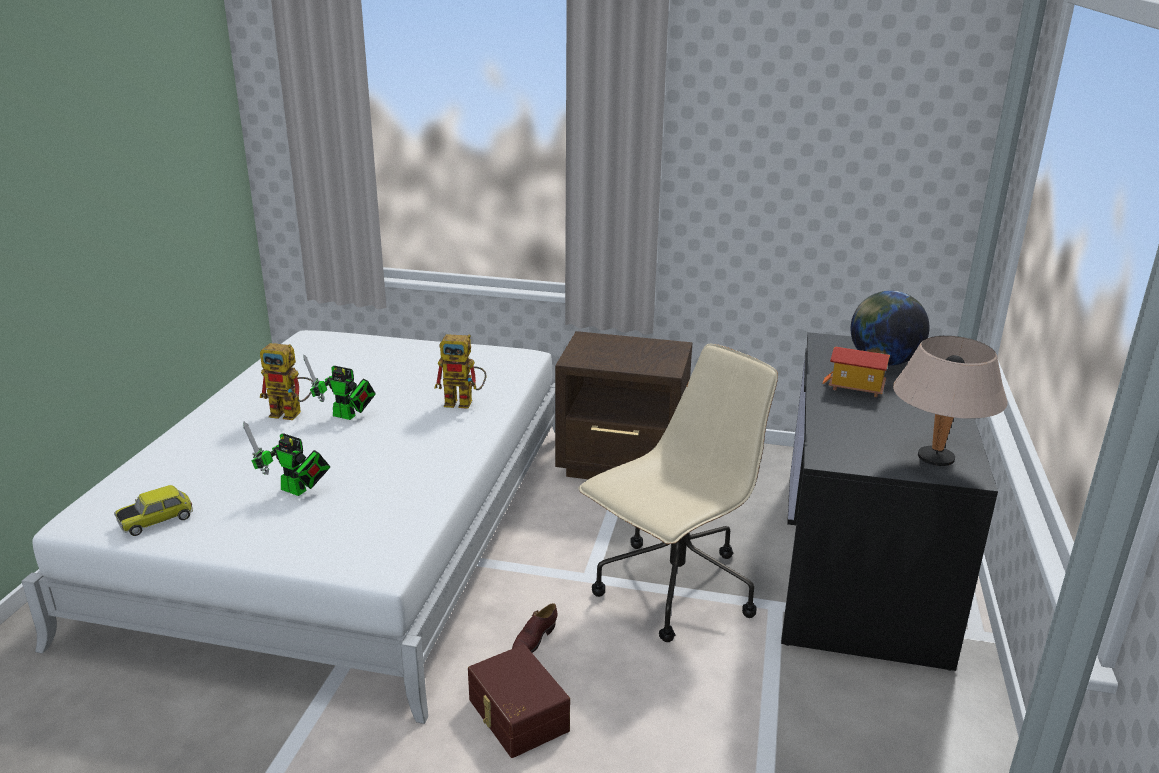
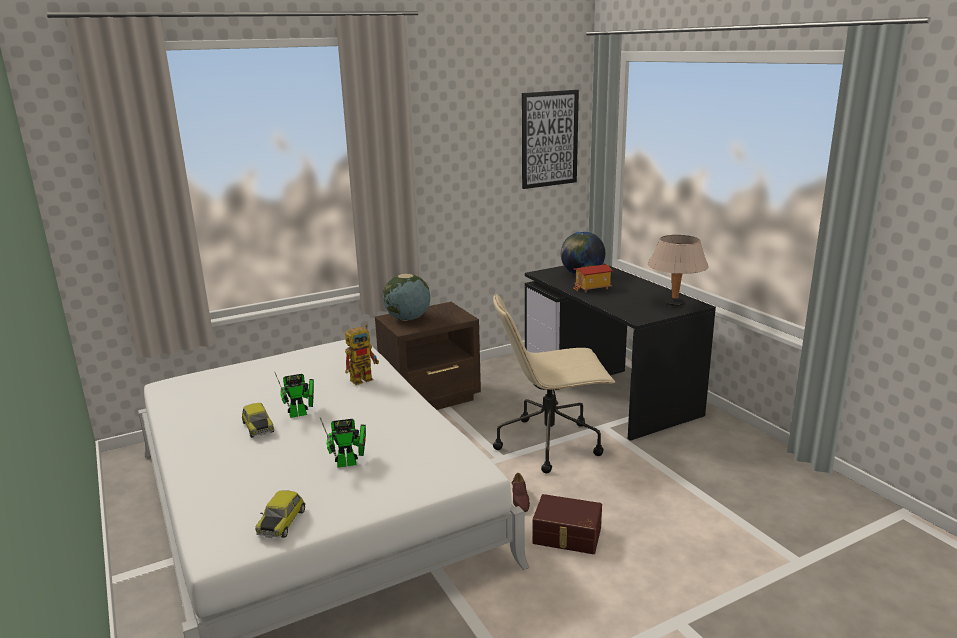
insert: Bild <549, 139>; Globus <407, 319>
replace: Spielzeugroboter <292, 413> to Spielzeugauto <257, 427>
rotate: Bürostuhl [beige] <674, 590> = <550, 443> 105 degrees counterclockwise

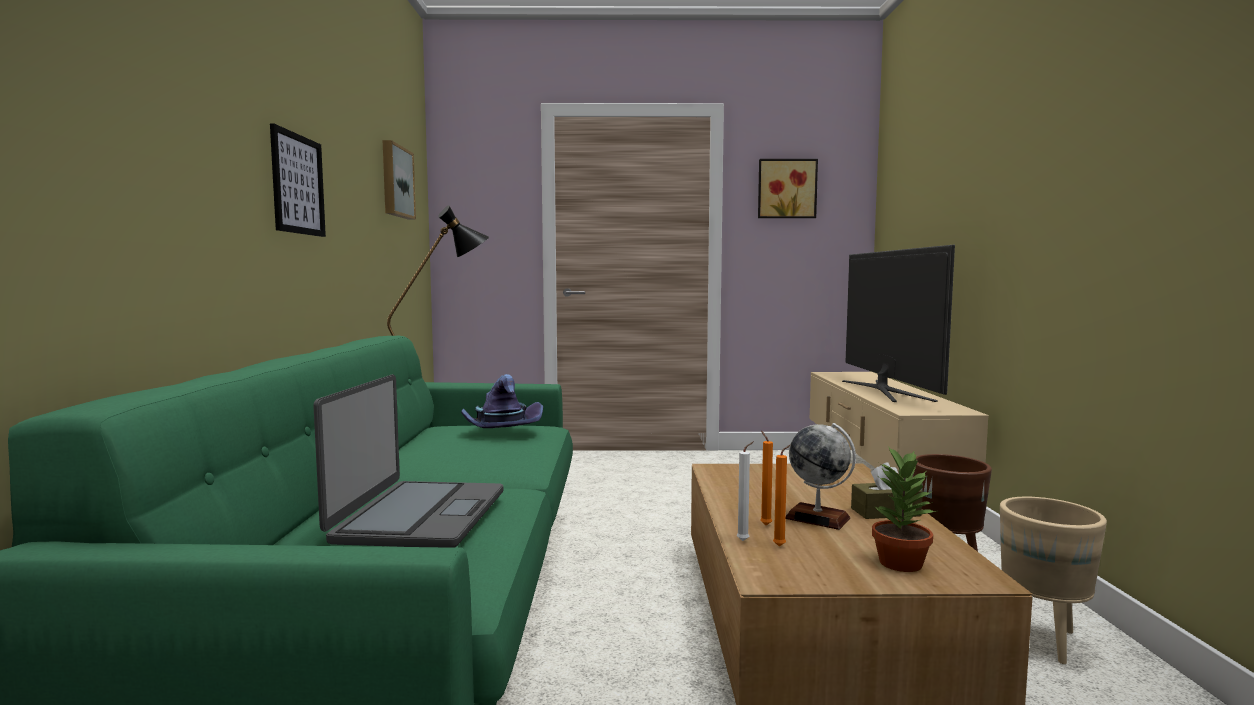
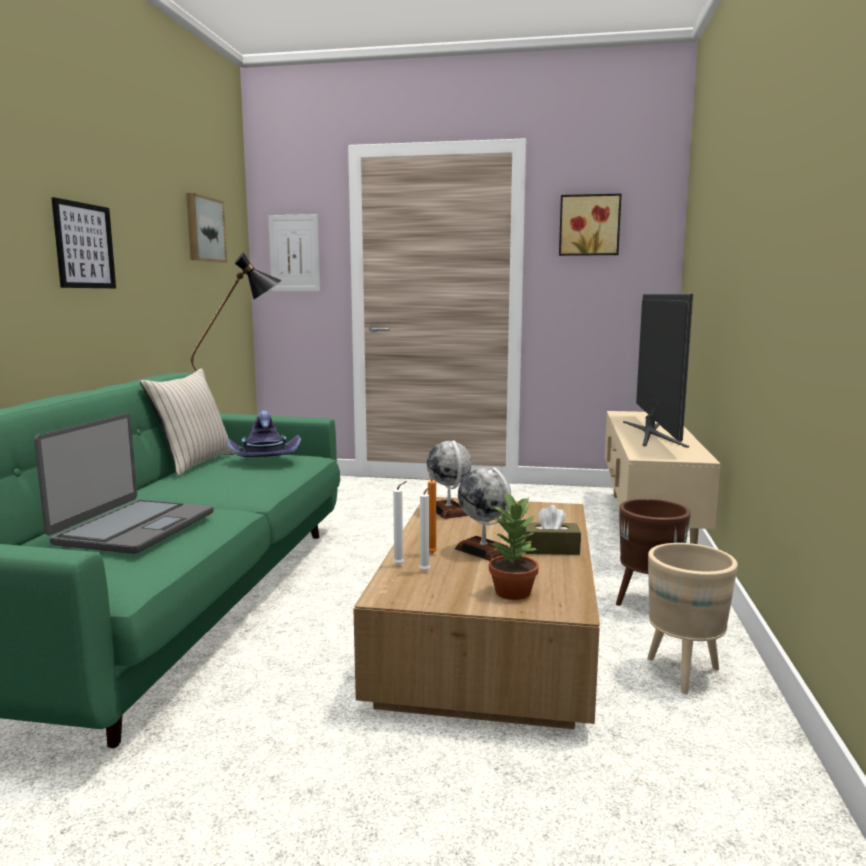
insert: Bild <294, 253>; Kissen [beige] <194, 464>; Globus <449, 511>
recolor: Kerze [orange] <781, 546> to Kerze [weiß] <426, 571>

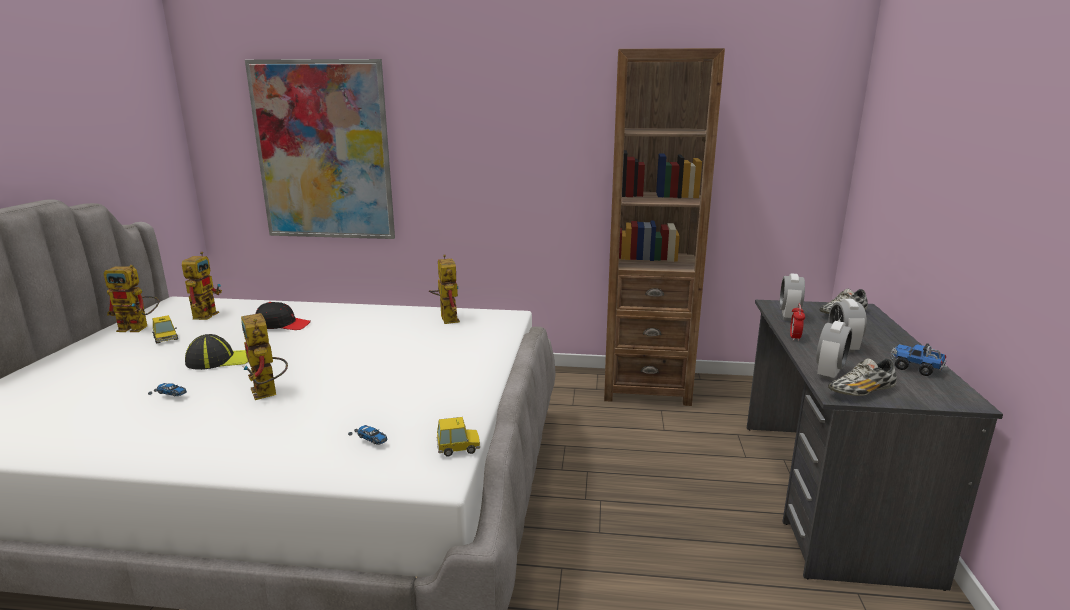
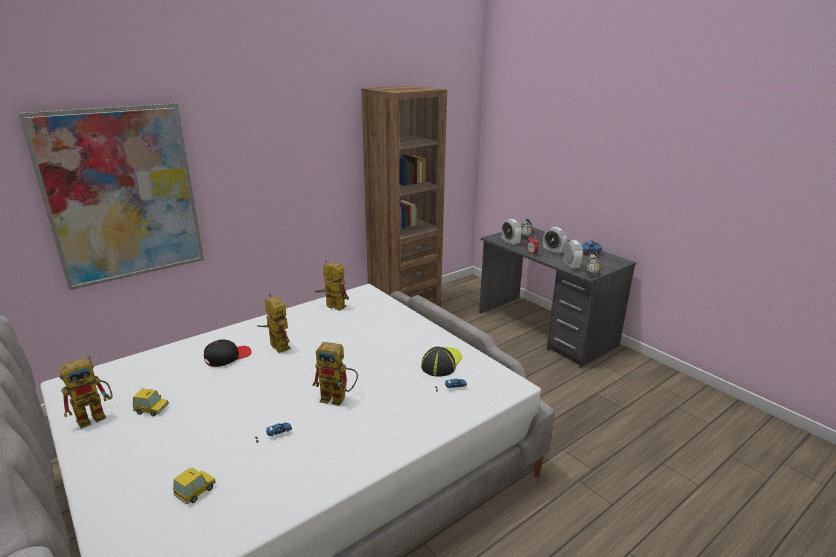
move: Spielzeugroboter <206, 313> to <276, 345>; Kappe <222, 360> to <441, 363>; Spielzeugauto <458, 447> to <196, 491>

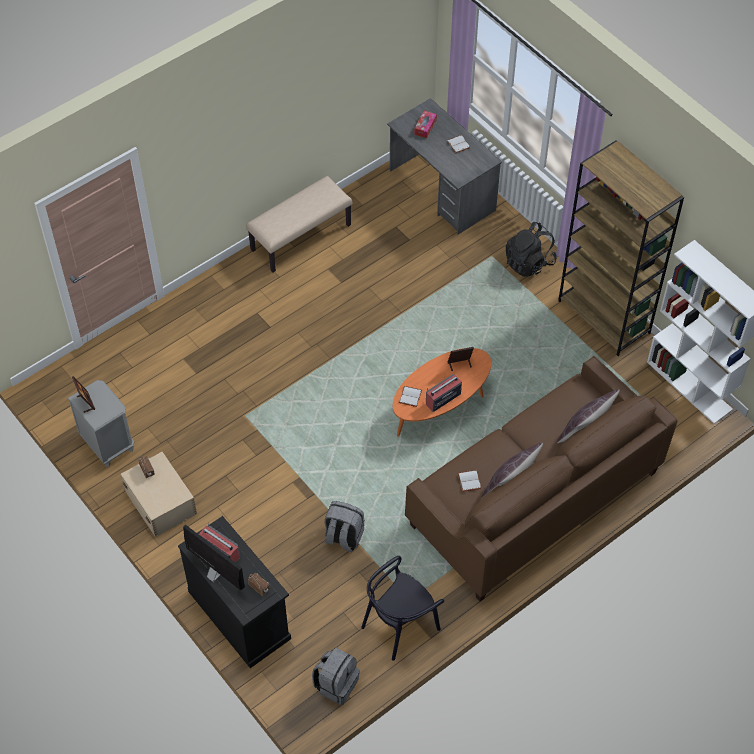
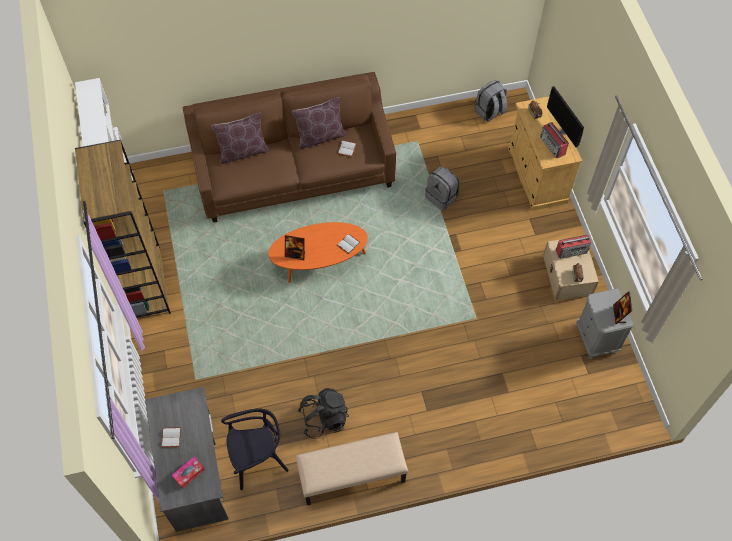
move: Rucksack [schwarz] <529, 262> to <324, 418>; Radio <442, 399> to <572, 251>; Stuhl [schwarz] <399, 625> to <258, 459>
recolor: Schrank [schwarz] <239, 614> to Schrank [beige] <537, 175>

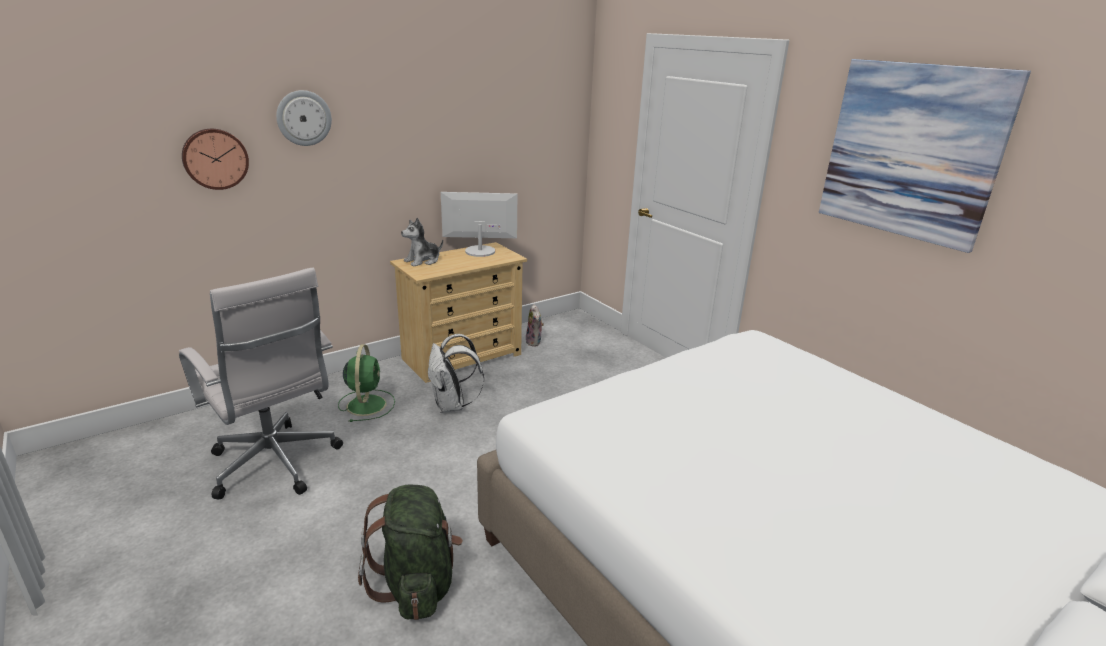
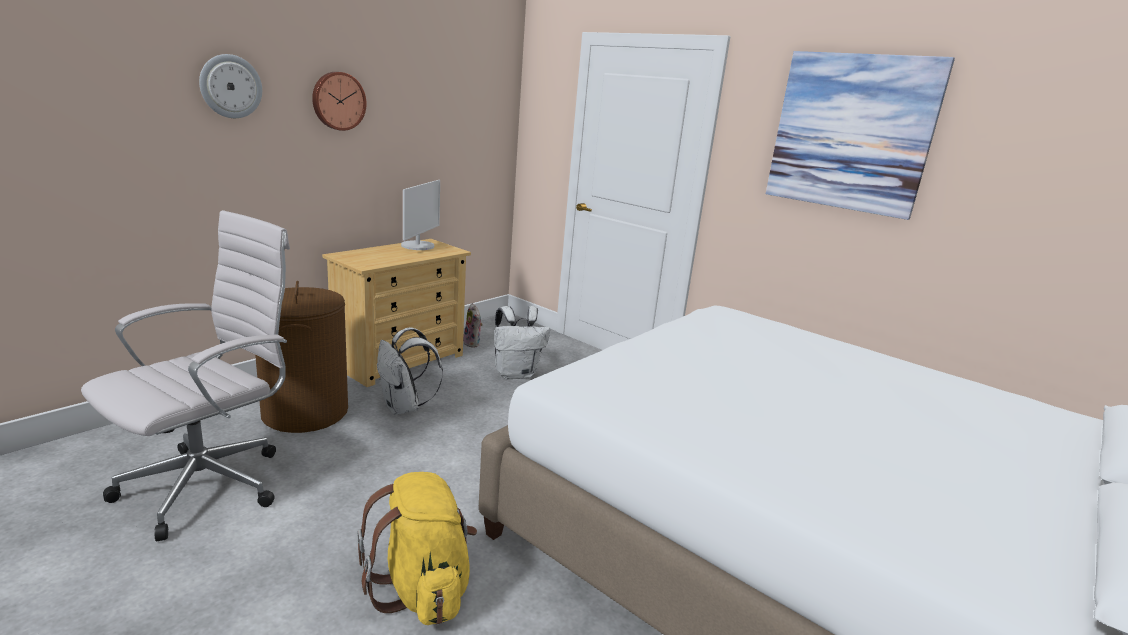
delete: Plüschtier <423, 261>
insert: Rucksack [weiß] <516, 374>
move: Wanduhr <215, 158> to <338, 101>
replace: Ventilator [grün] <366, 404> to Wäschekorb [braun] <305, 412>
recolor: Rucksack [grün] <417, 584> to Rucksack [gelb] <422, 589>
rotate: Monitor <480, 251> = <418, 246> 120 degrees clockwise; Bürostuhl [weiß] <277, 466> = <211, 484> 90 degrees counterclockwise

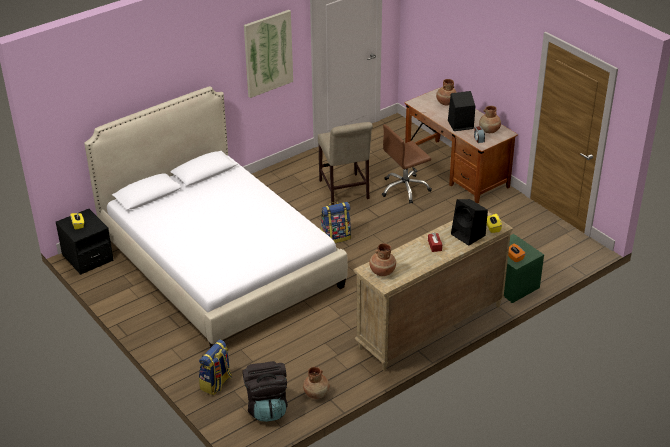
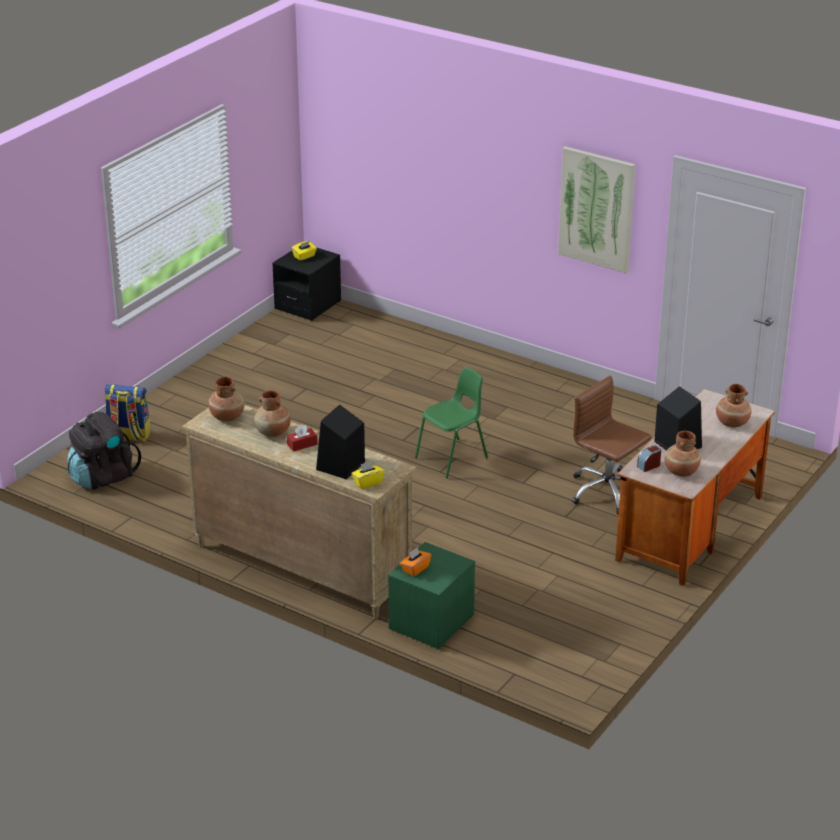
delete: Bett <220, 263>; Stuhl [beige] <344, 191>
move: Vase [braun] <316, 393> to <273, 432>
replace: Rucksack <335, 237> to Stuhl [grün] <453, 458>

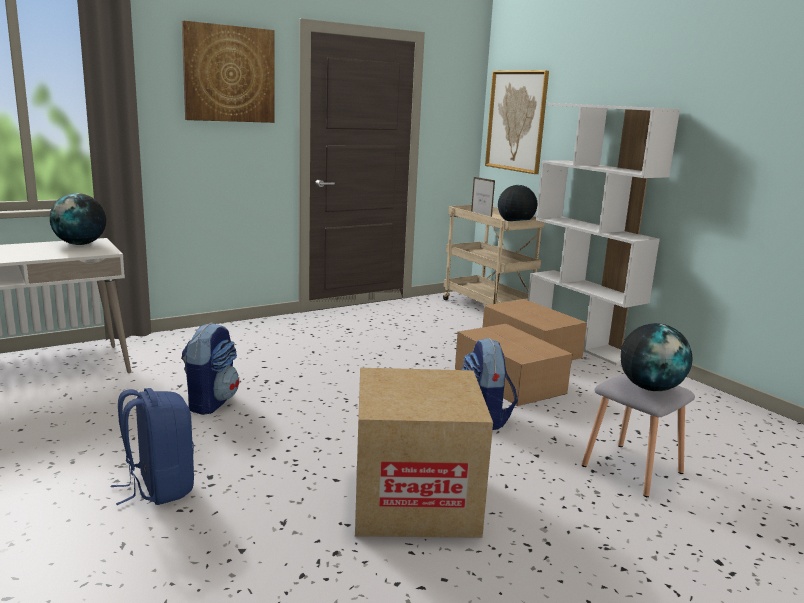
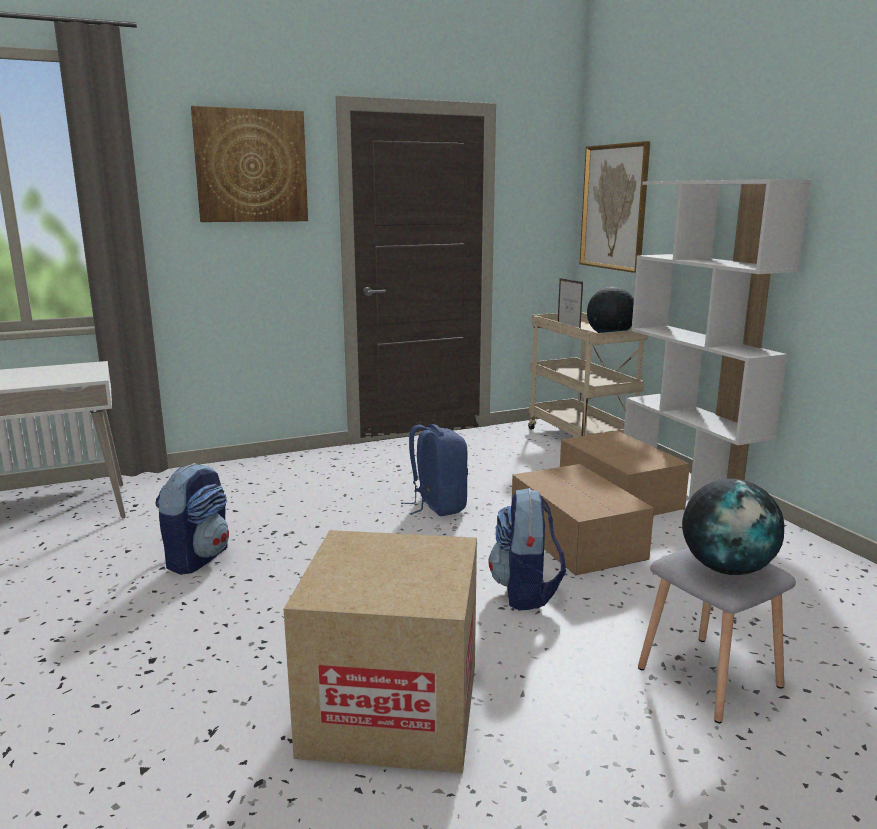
delete: Globus <80, 244>
move: Rucksack [blau] <159, 487> to <437, 506>

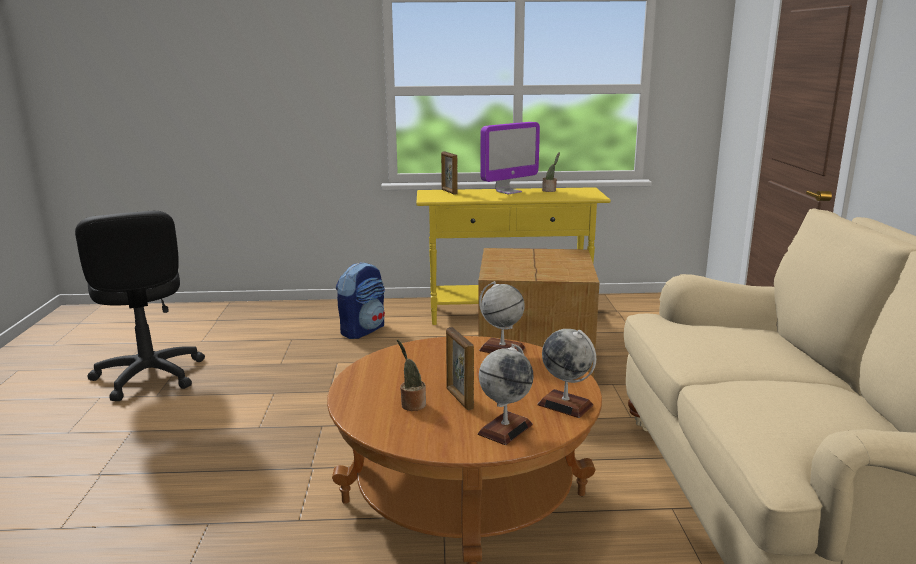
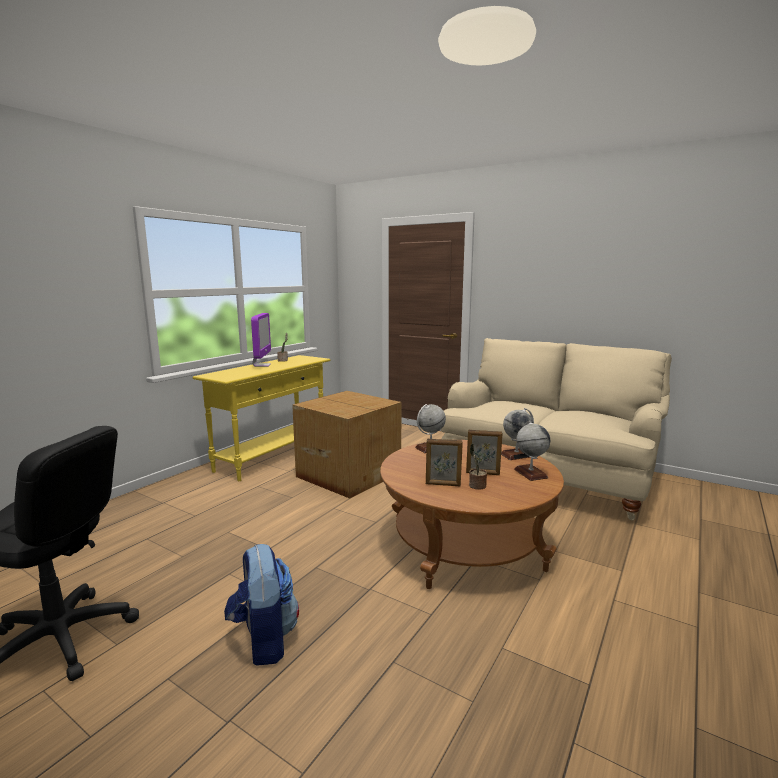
move: Bilderrahmen <449, 192> to <443, 484>; Rucksack <362, 330> to <264, 640>

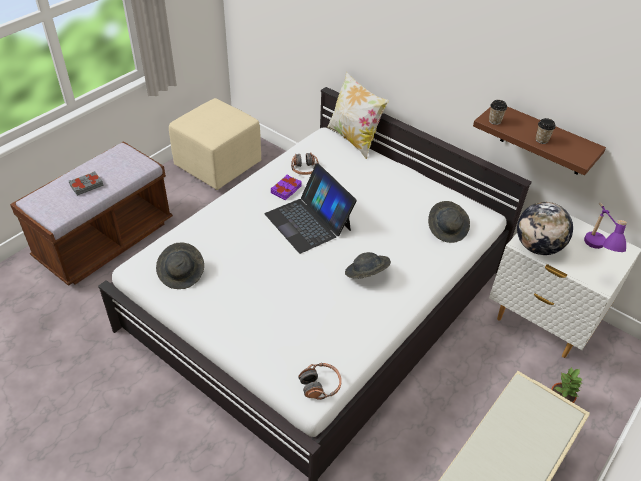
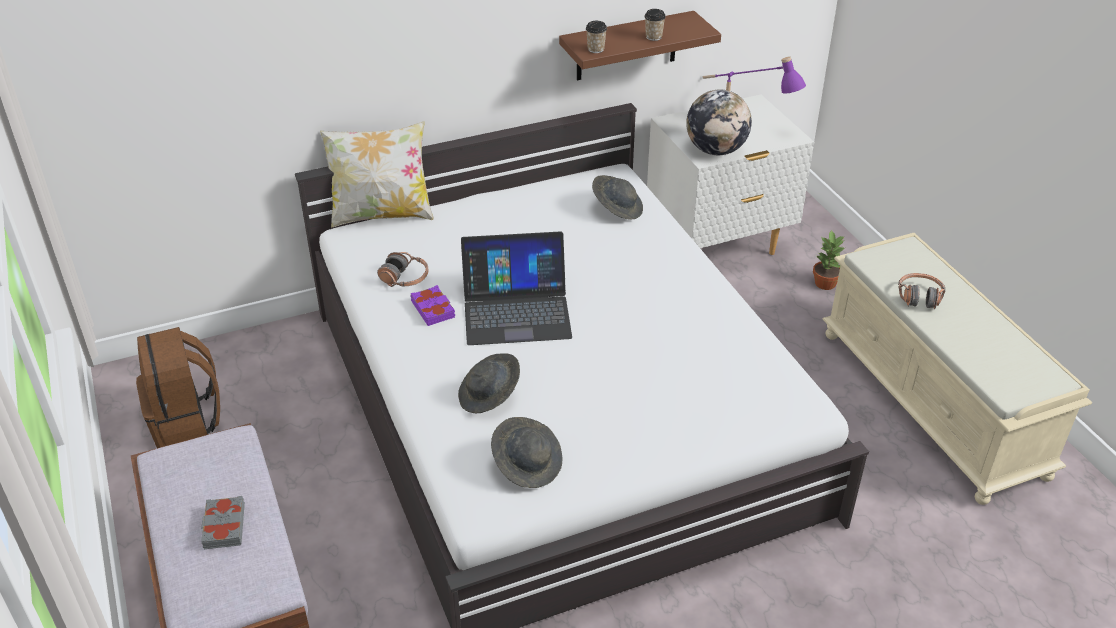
move: Hut [grau] <366, 274> to <489, 396>; Kopfhörer <320, 385> to <919, 297>
replace: Polsterhocker [beige] <218, 166> to Rucksack [braun] <186, 420>

